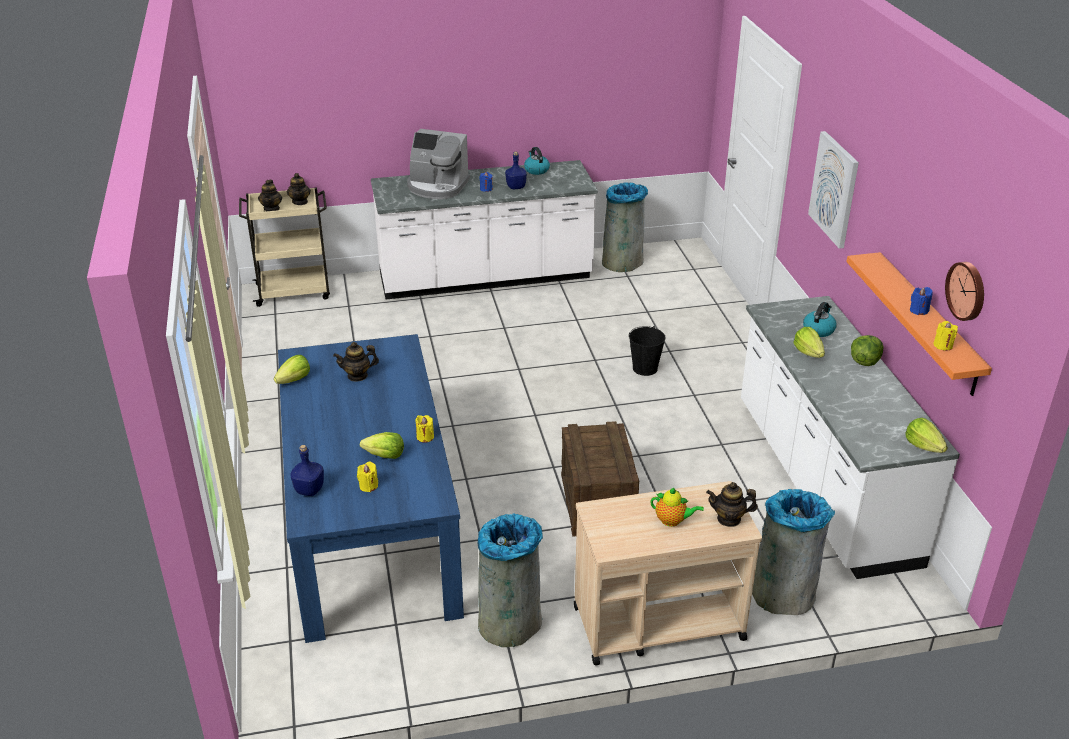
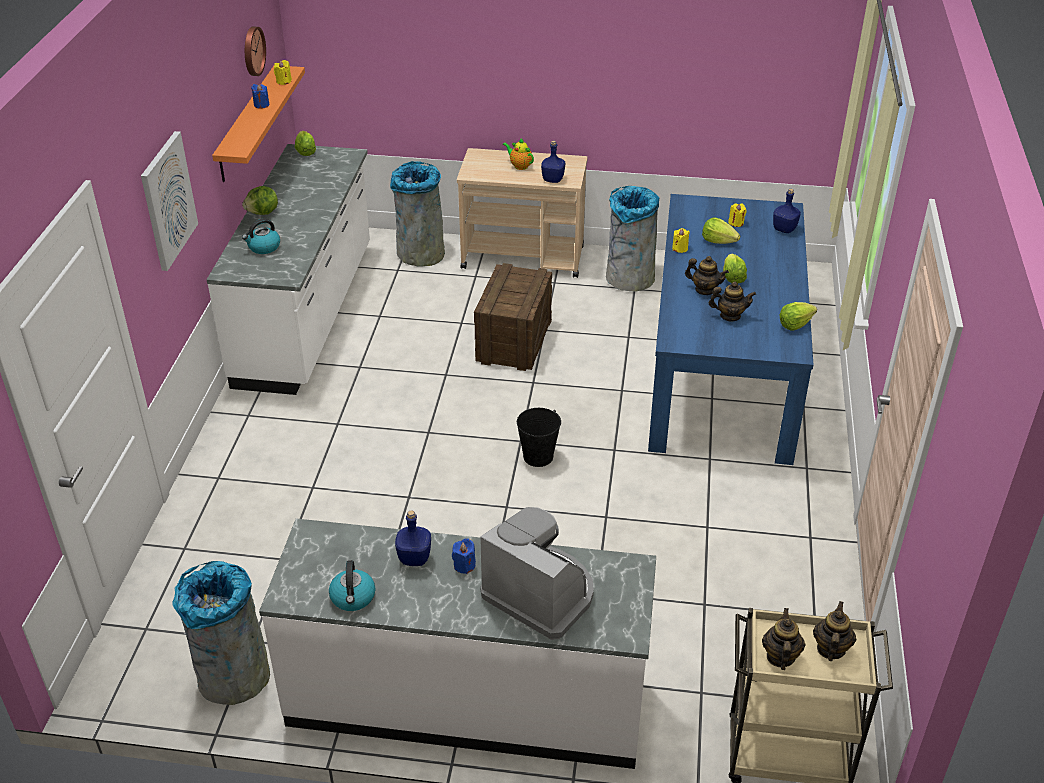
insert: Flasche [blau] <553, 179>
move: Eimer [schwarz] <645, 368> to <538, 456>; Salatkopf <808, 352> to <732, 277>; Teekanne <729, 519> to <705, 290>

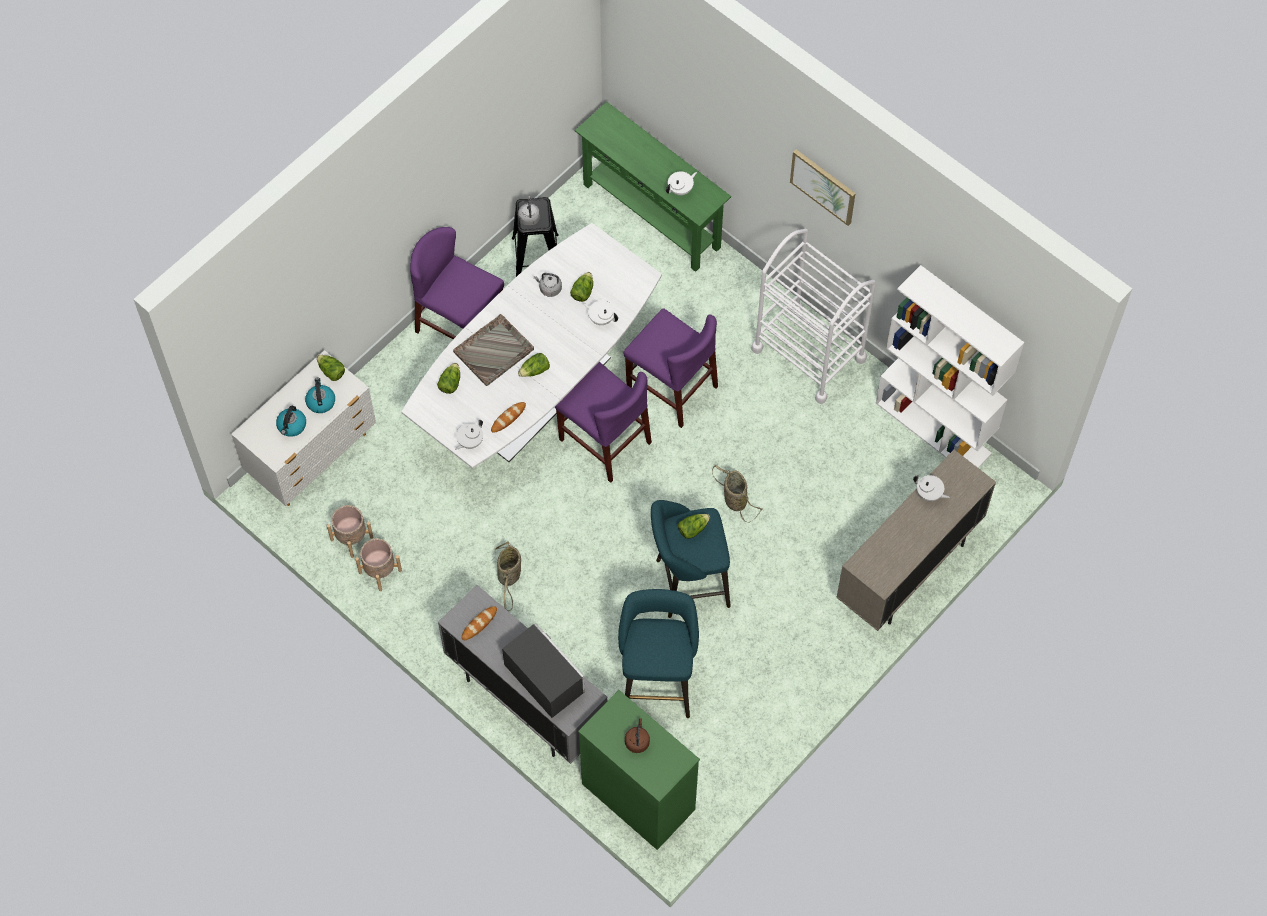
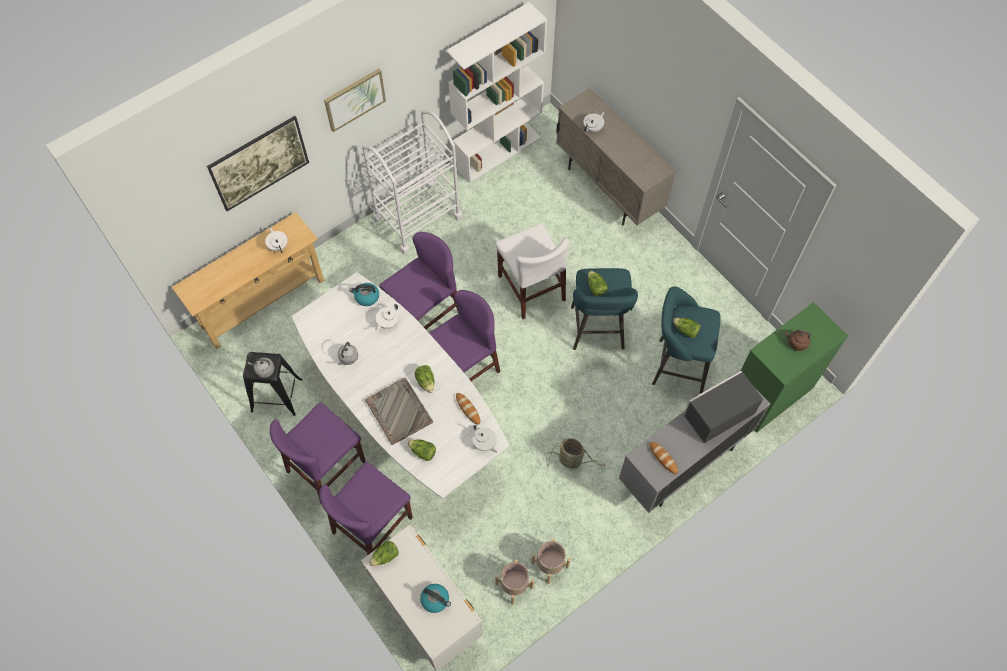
insert: Bild <263, 174>; Stuhl [lila] <372, 525>
move: Salatkopf <582, 291> to <686, 330>; Wasserkessel <320, 401> to <366, 297>
replace: Korb <734, 499> to Stuhl [weiß] <531, 288>
recolor: Konsolentisch [grün] <652, 215> to Konsolentisch [beige] <262, 302>

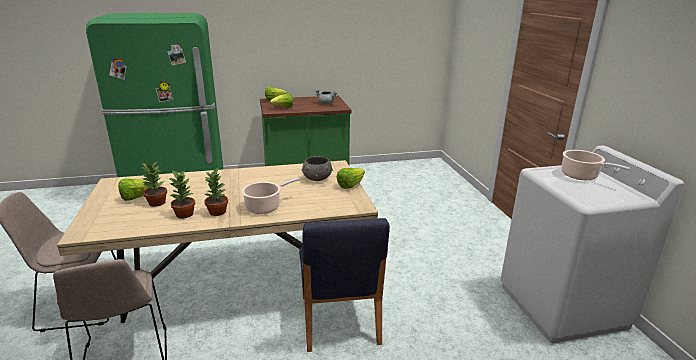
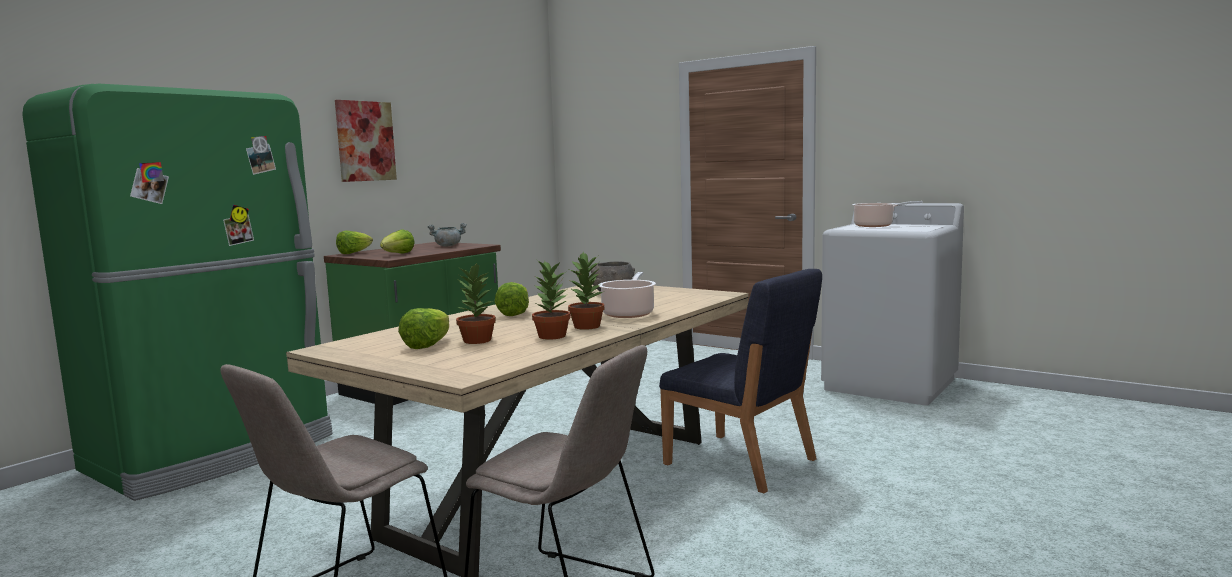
insert: Bild <365, 141>
move: Salatkopf <350, 185> to <514, 313>

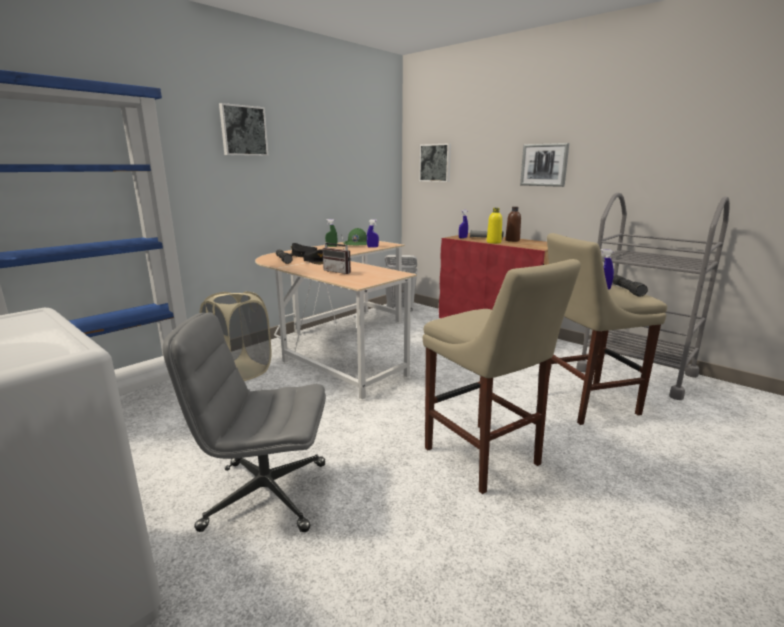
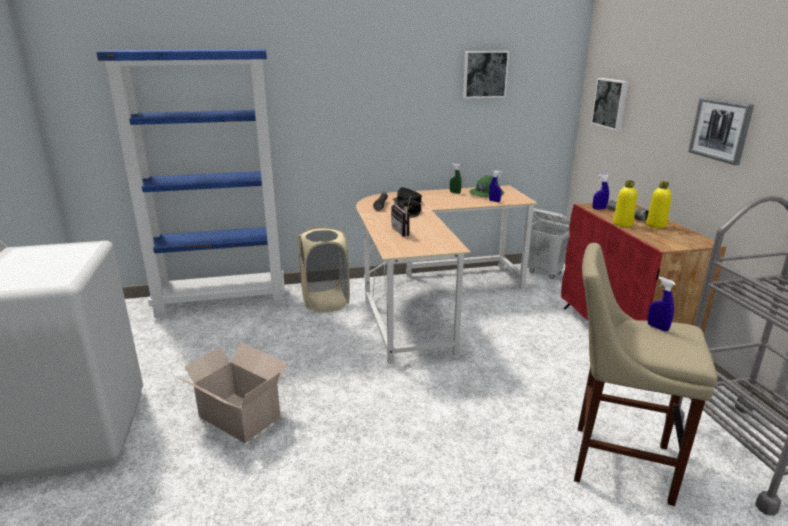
delete: Hocker [beige] <485, 459>; Taschenlampe [schwarz] <627, 290>
move: Bild <243, 131> to <484, 74>
replace: Bürostuhl [grau] <264, 495> to Karton <238, 416>
recolor: Flasche [braun] <512, 240> to Flasche [gelb] <656, 225>

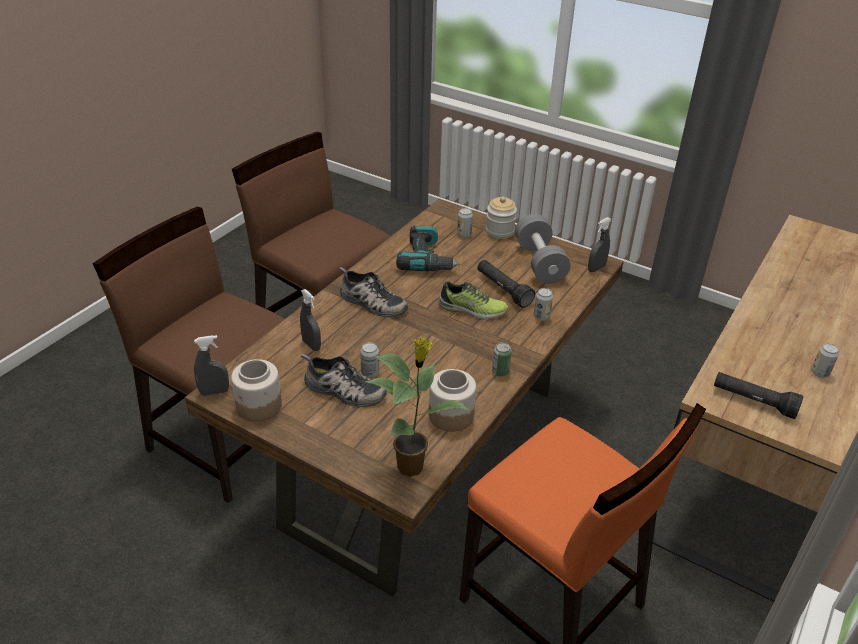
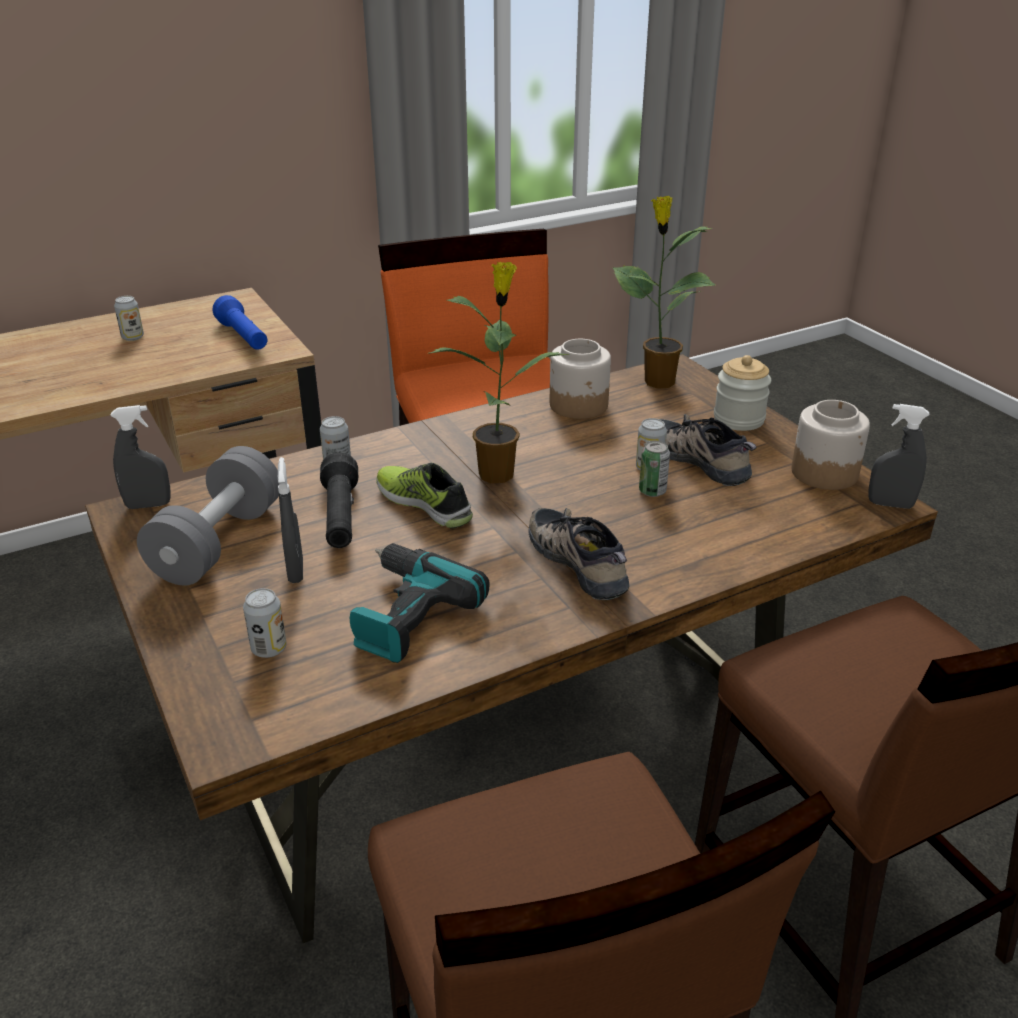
insert: Topfpflanze <498, 473>
move: Vorratsglas <499, 231> to <738, 419>; Sprühflasche [grau] <311, 345> to <295, 571>; Dose <500, 372> to <652, 491>
recolor: Taschenlampe [schwarz] <753, 401> to Taschenlampe [blau] <244, 337>

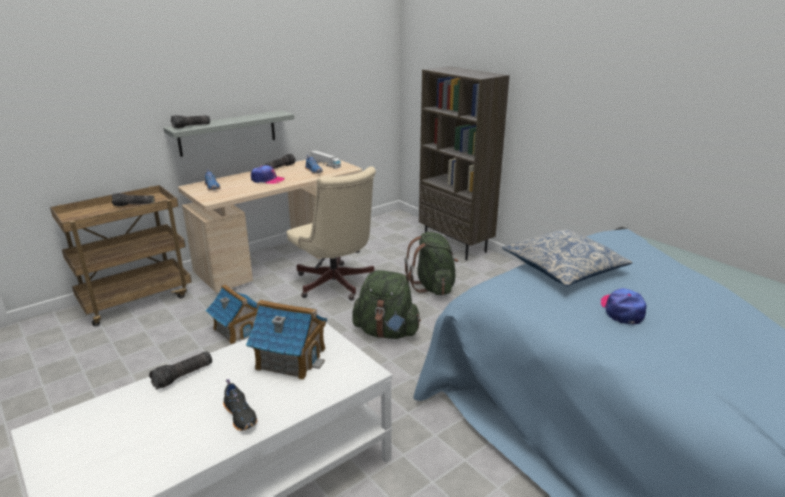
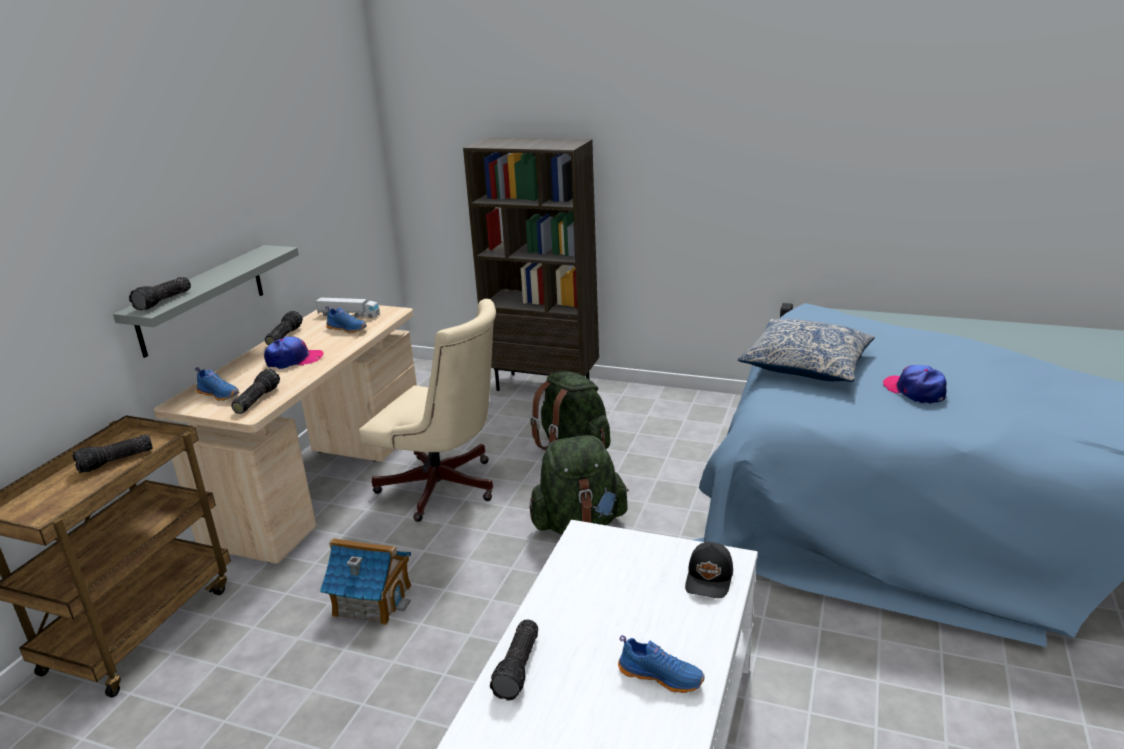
delete: Spielzeughaus <290, 358>
insert: Taschenlampe <256, 399>; Kappe [schwarz] <710, 579>
recolor: Schuh [schwarz] <241, 415> to Schuh [blau] <661, 675>

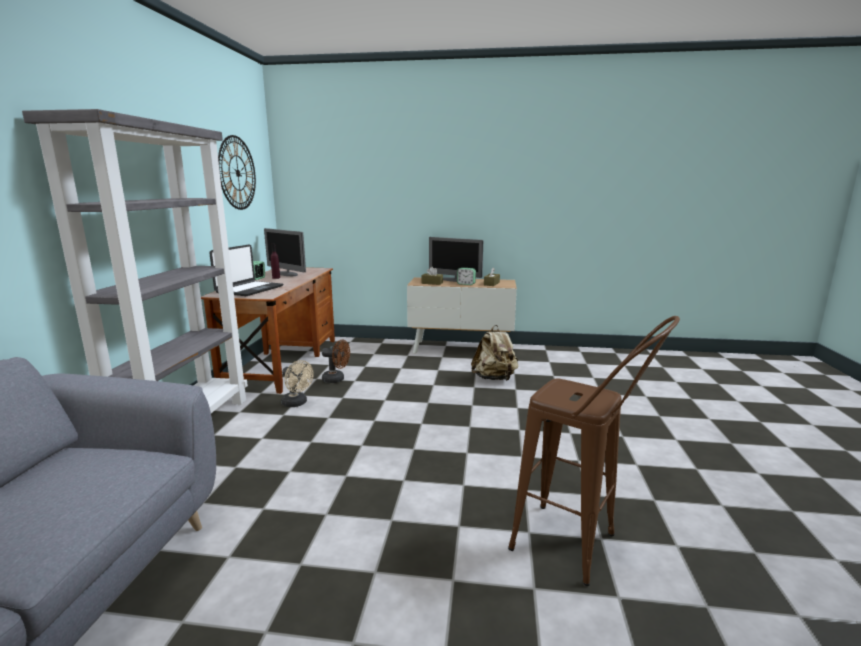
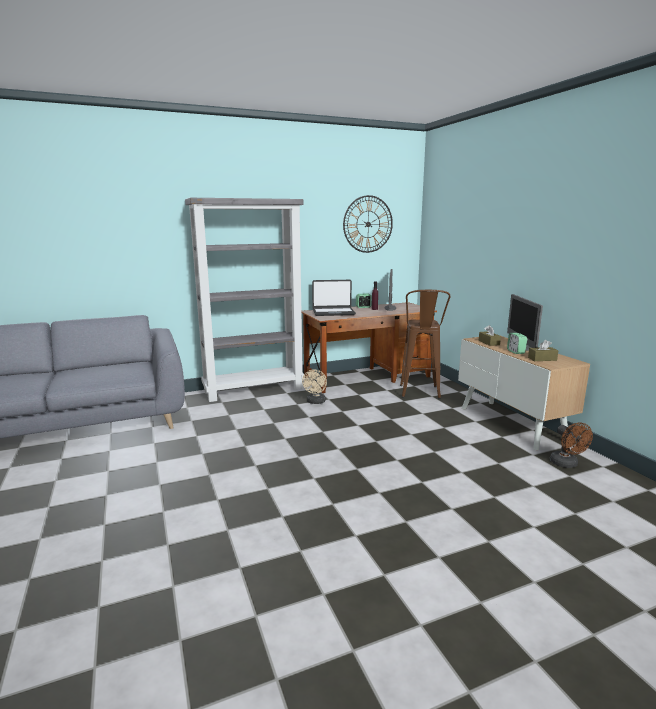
delete: Rucksack [beige] <494, 378>
move: Hocker [braun] <579, 549> to <420, 395>; Ventilator [braun] <336, 379> to <566, 464>

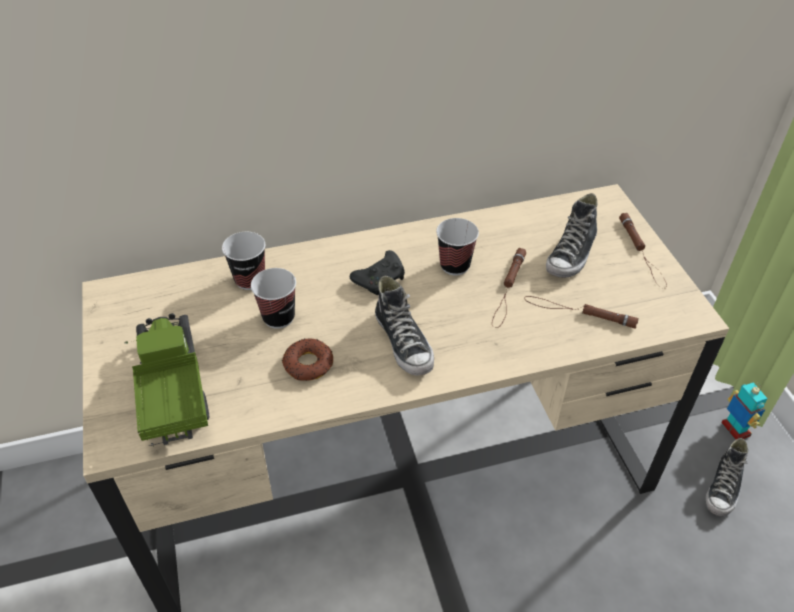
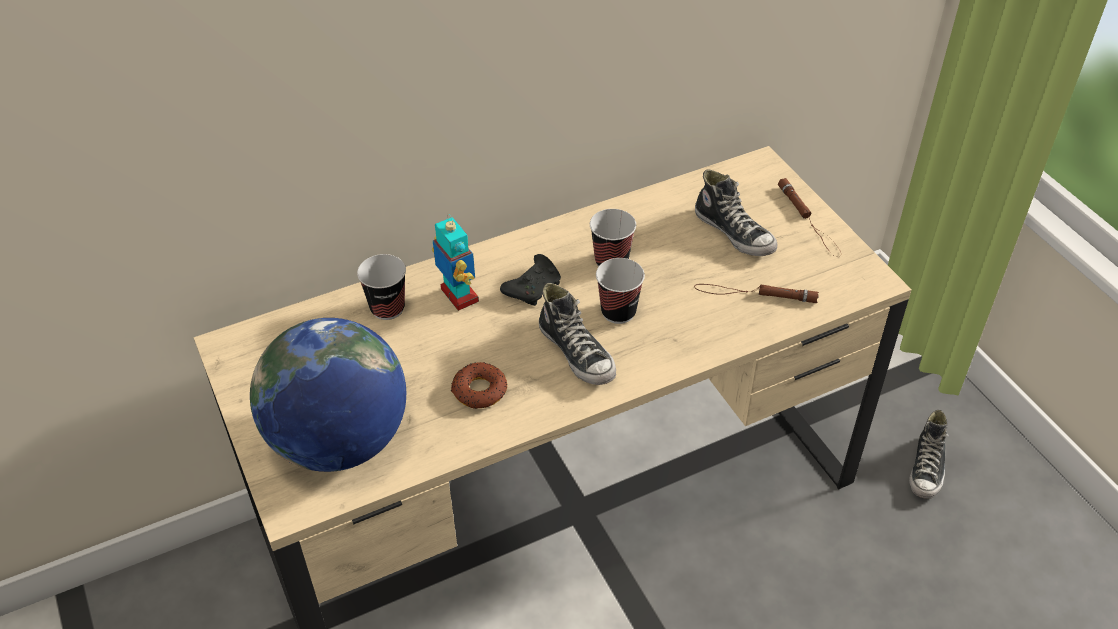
delete: Taschenlampe [braun] <508, 290>
move: Tasse <278, 317> to <618, 312>; Spielzeugroboter <734, 429> to <458, 296>
replace: Spielzeuglaster <173, 391> to Globus <339, 441>
rotate: Schuh <571, 255> = <734, 233> 60 degrees counterclockwise

